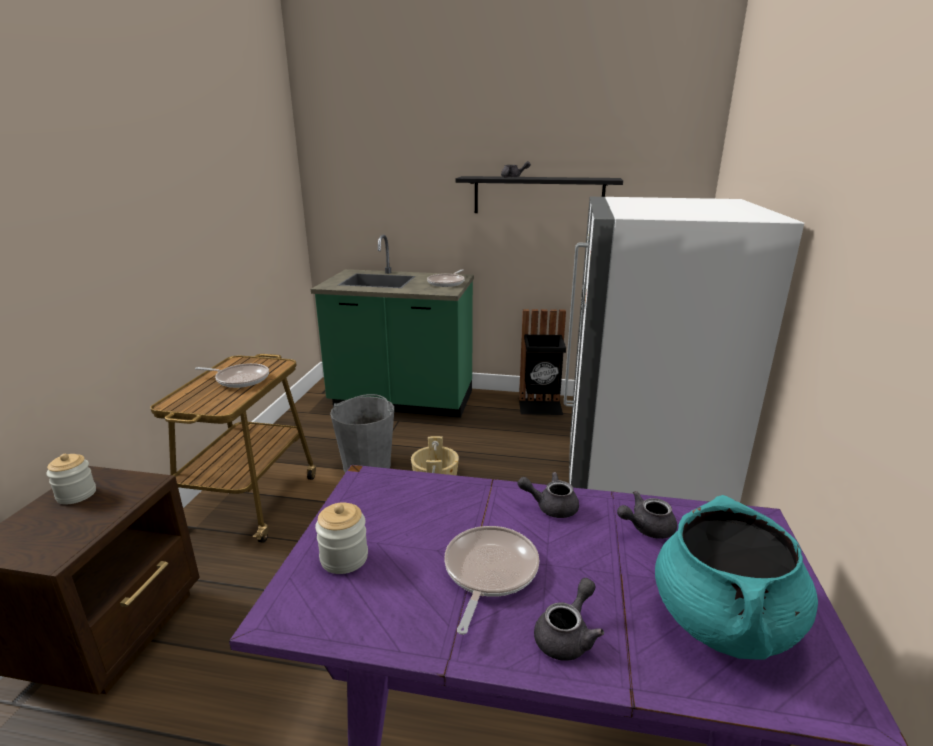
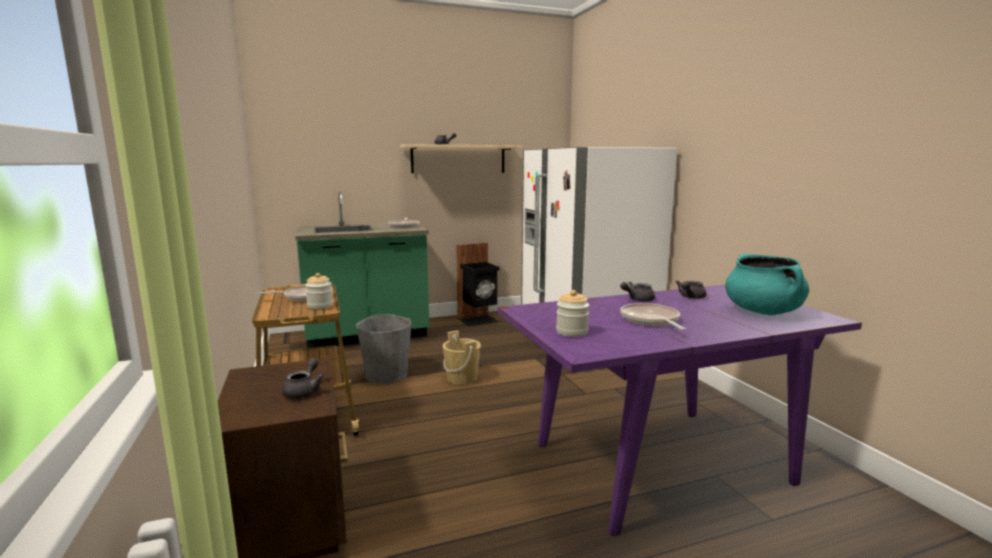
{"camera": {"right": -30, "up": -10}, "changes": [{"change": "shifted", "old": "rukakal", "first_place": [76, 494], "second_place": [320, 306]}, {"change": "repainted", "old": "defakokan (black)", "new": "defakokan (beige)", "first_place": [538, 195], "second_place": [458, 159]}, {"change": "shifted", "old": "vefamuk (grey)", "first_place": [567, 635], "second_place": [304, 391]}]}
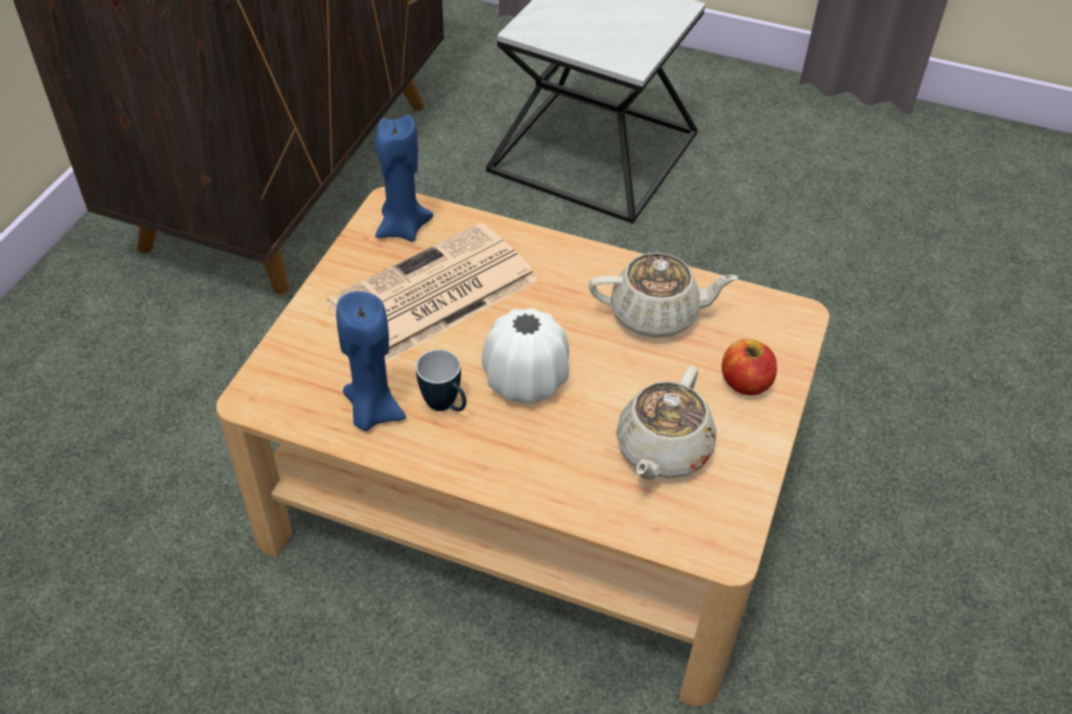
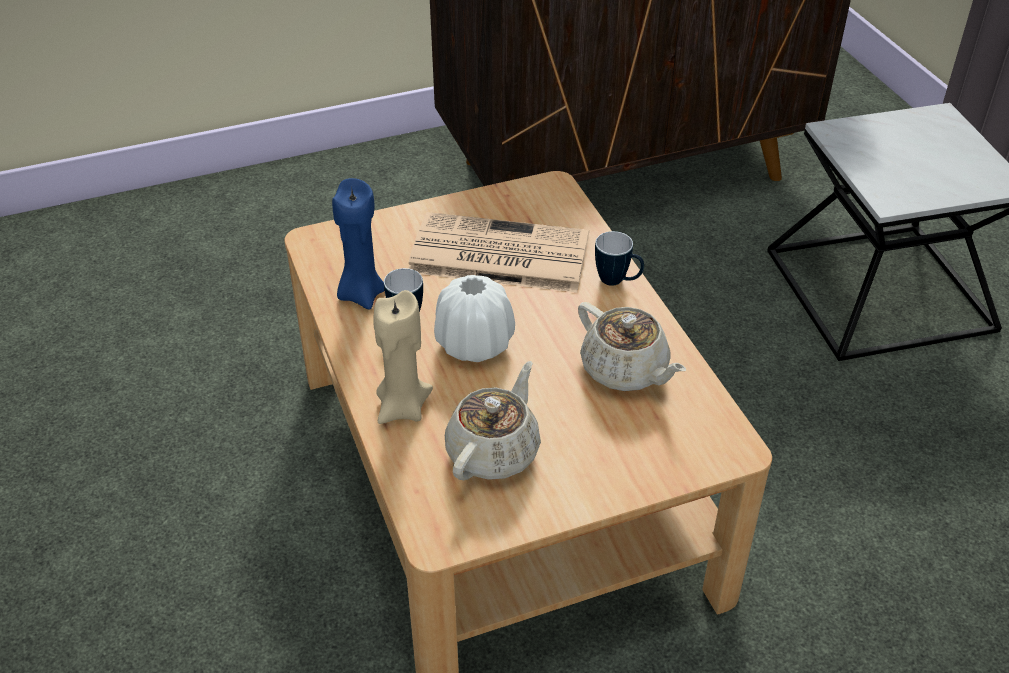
{"camera": {"right": 50, "up": -5}, "changes": [{"change": "gone", "old": "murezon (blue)", "first_place": [402, 228]}, {"change": "rotated", "old": "vefamuk (beige)", "first_place": [662, 450], "second_place": [494, 451], "degrees": 135}, {"change": "gone", "old": "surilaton", "first_place": [745, 383]}, {"change": "new", "new": "murezon (beige)", "second_place": [402, 407]}, {"change": "new", "new": "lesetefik", "second_place": [618, 281]}]}
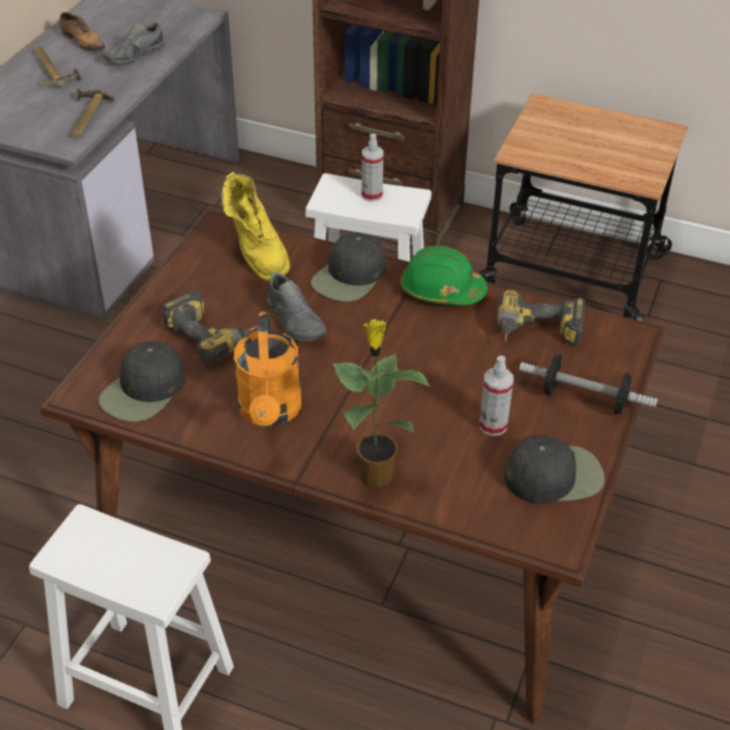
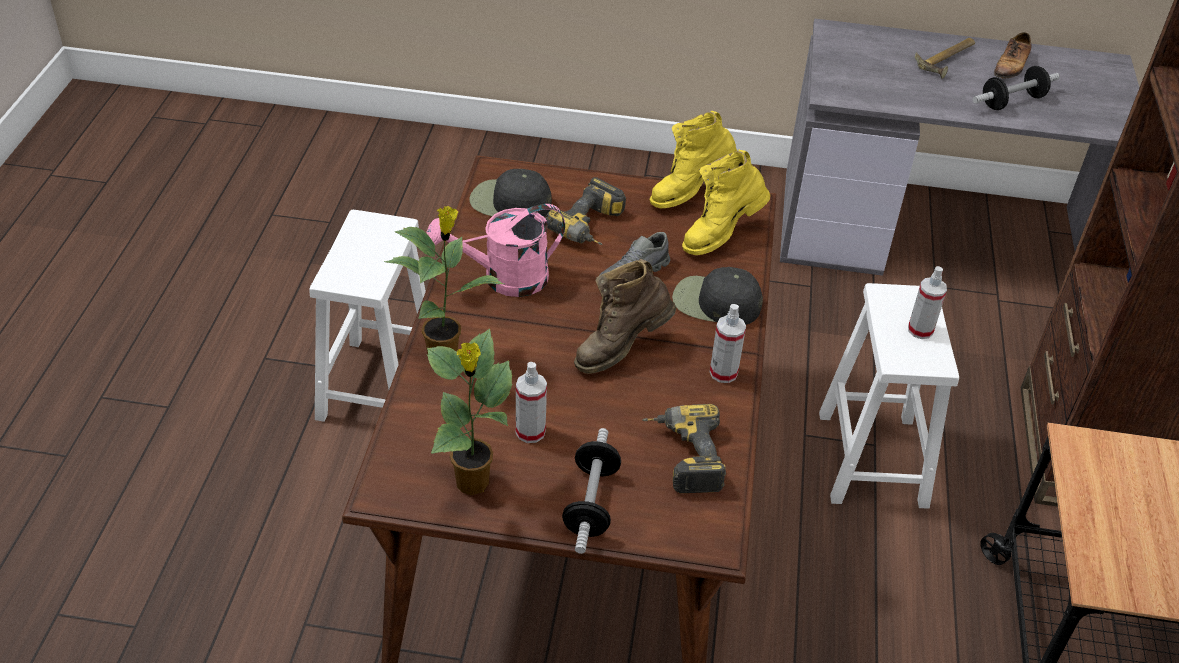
{"camera": {"right": 75, "up": 0}, "changes": [{"change": "gone", "old": "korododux", "first_place": [85, 117]}, {"change": "swapped", "old": "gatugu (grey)", "new": "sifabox", "first_place": [134, 55], "second_place": [1012, 101]}, {"change": "repainted", "old": "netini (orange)", "new": "netini (pink)", "first_place": [270, 413], "second_place": [504, 279]}, {"change": "swapped", "old": "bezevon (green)", "new": "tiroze", "first_place": [441, 290], "second_place": [723, 373]}, {"change": "swapped", "old": "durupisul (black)", "new": "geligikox", "first_place": [554, 475], "second_place": [472, 484]}, {"change": "new", "new": "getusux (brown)", "second_place": [621, 349]}, {"change": "new", "new": "getusux (yellow)", "second_place": [690, 193]}]}
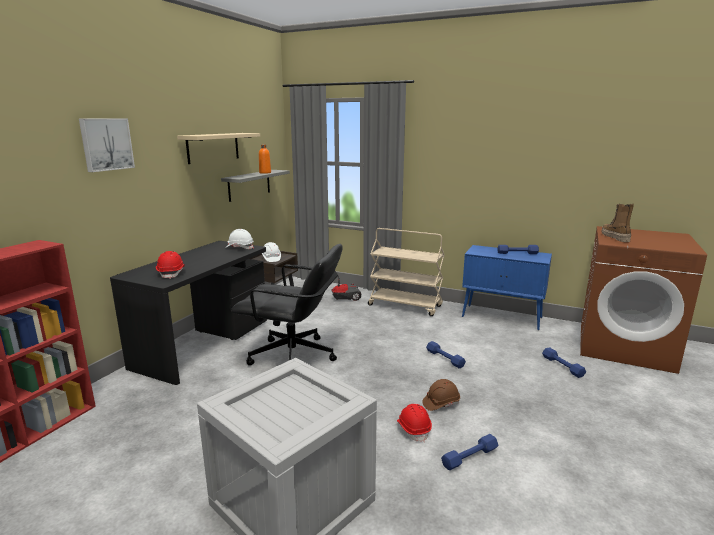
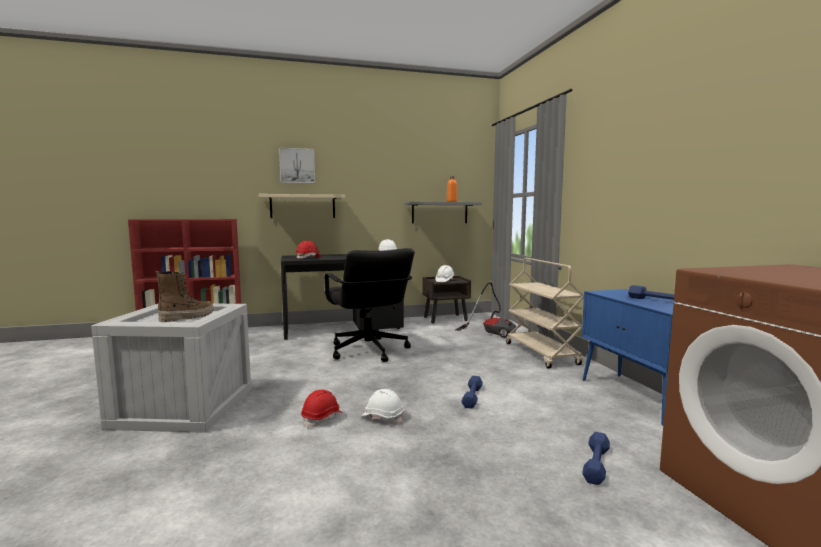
{"camera": {"right": 50, "up": -10}, "changes": [{"change": "shifted", "old": "defakokan (beige)", "first_place": [213, 147], "second_place": [302, 206]}, {"change": "repainted", "old": "bezevon (brown)", "new": "bezevon (white)", "first_place": [441, 403], "second_place": [382, 417]}, {"change": "gone", "old": "sifabox (blue)", "first_place": [469, 457]}, {"change": "shifted", "old": "getusux", "first_place": [615, 237], "second_place": [187, 317]}]}
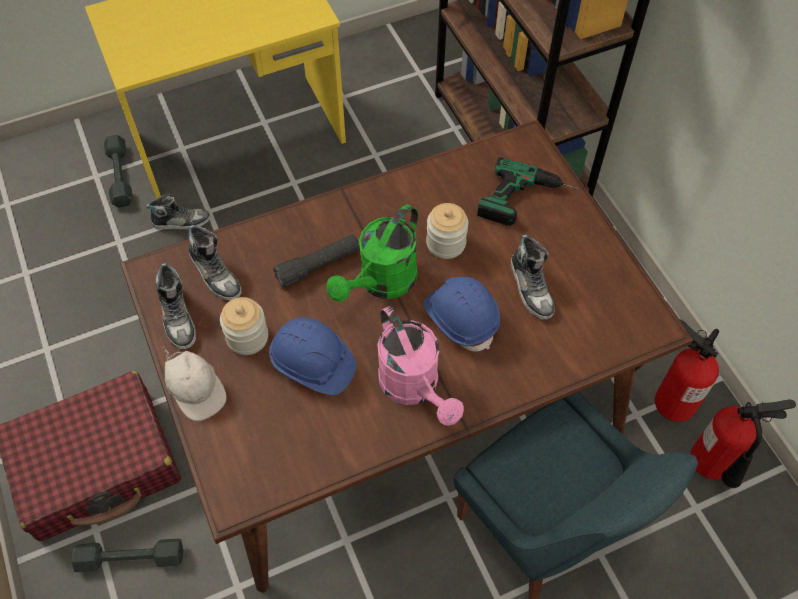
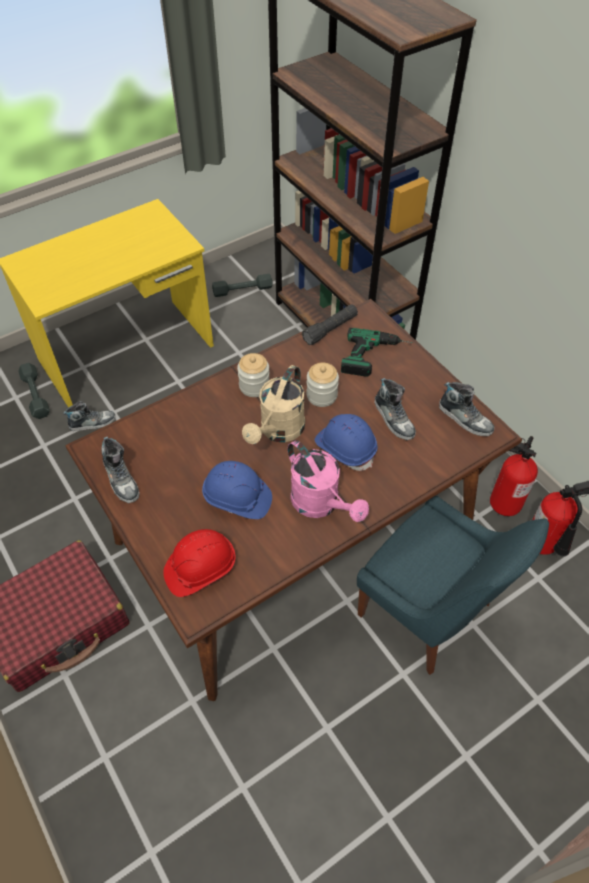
{"camera": {"right": -10, "up": -5}, "changes": [{"change": "shifted", "old": "sifabox (grey)", "first_place": [131, 558], "second_place": [242, 290]}, {"change": "gone", "old": "durupisul (white)", "first_place": [196, 390]}, {"change": "shifted", "old": "gatugu", "first_place": [215, 274], "second_place": [465, 419]}, {"change": "shifted", "old": "rukakal", "first_place": [247, 337], "second_place": [254, 386]}, {"change": "shifted", "old": "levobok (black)", "first_place": [318, 266], "second_place": [330, 330]}, {"change": "repainted", "old": "netini (green)", "new": "netini (beige)", "first_place": [382, 283], "second_place": [279, 431]}, {"change": "new", "new": "bezevon (red)", "second_place": [200, 568]}]}
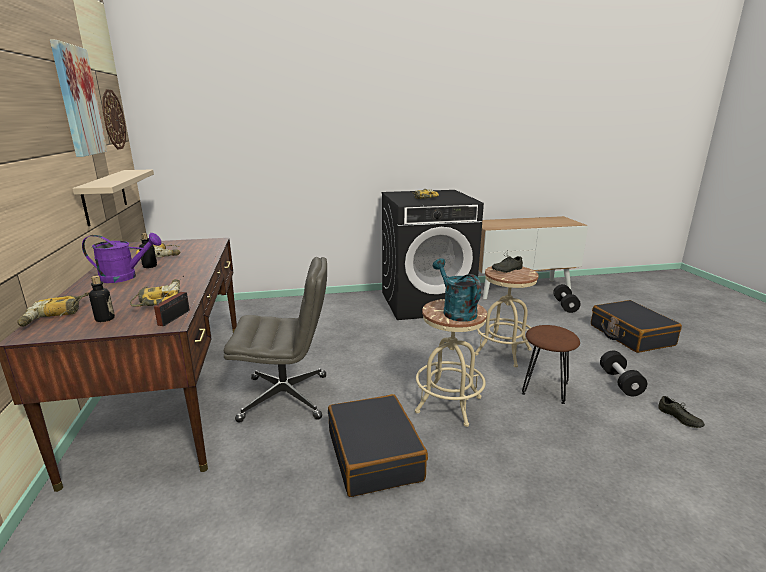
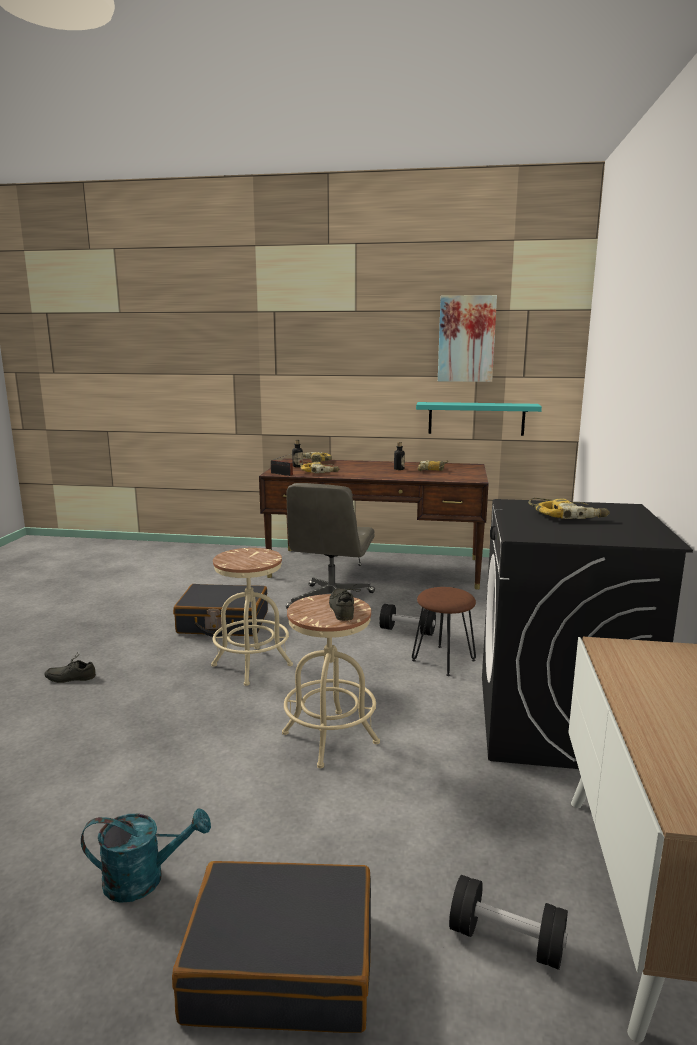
{"camera": {"right": 110, "up": -5}, "changes": [{"change": "repainted", "old": "defakokan (beige)", "new": "defakokan (turquoise)", "first_place": [105, 196], "second_place": [476, 418]}, {"change": "gone", "old": "netini (purple)", "first_place": [125, 277]}, {"change": "gone", "old": "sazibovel", "first_place": [113, 120]}, {"change": "shifted", "old": "netini (turquoise)", "first_place": [455, 311], "second_place": [145, 879]}, {"change": "shifted", "old": "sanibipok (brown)", "first_place": [545, 388], "second_place": [444, 660]}, {"change": "shifted", "old": "sifabox (black)", "first_place": [620, 382], "second_place": [407, 631]}, {"change": "shifted", "old": "gatugu (grey)", "first_place": [678, 418], "second_place": [71, 677]}]}
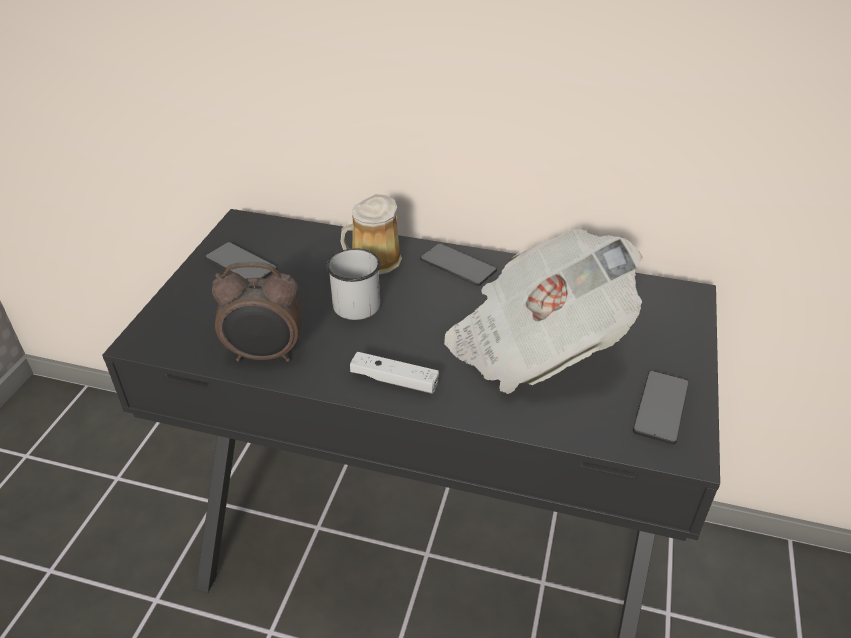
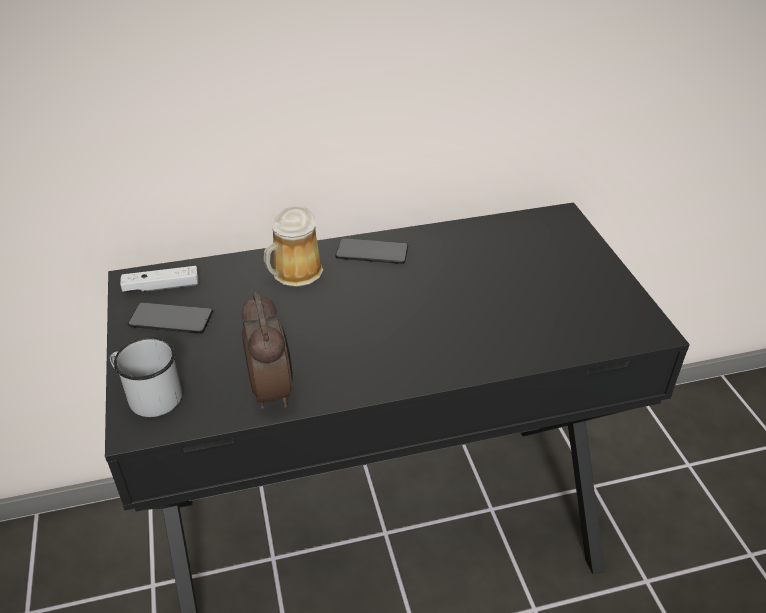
{"camera": {"right": -30, "up": 0}, "changes": [{"change": "rotated", "old": "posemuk", "first_place": [265, 355], "second_place": [272, 390], "degrees": -75}, {"change": "shifted", "old": "lesetefik (white)", "first_place": [352, 301], "second_place": [148, 395]}, {"change": "shifted", "old": "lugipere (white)", "first_place": [394, 380], "second_place": [161, 287]}, {"change": "gone", "old": "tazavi", "first_place": [535, 344]}, {"change": "gone", "old": "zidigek", "first_place": [661, 408]}]}
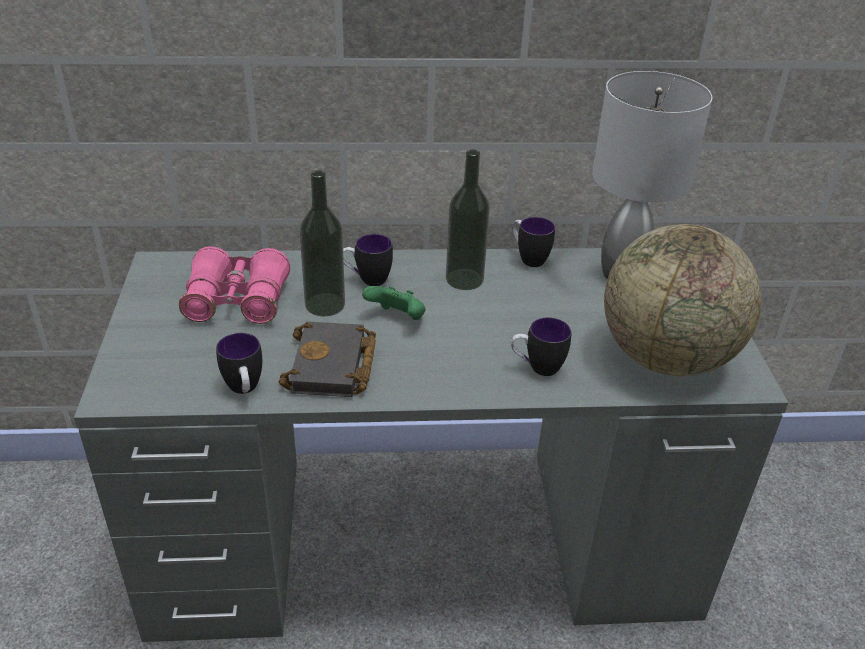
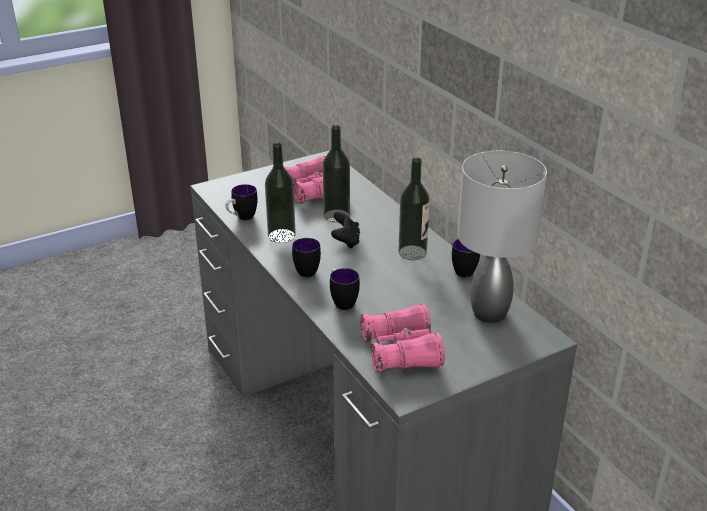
{"camera": {"right": 65, "up": -5}, "changes": [{"change": "swapped", "old": "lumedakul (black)", "new": "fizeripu", "first_place": [333, 368], "second_place": [281, 236]}, {"change": "shifted", "old": "lesetefik", "first_place": [367, 280], "second_place": [304, 270]}, {"change": "repainted", "old": "lugipere (green)", "new": "lugipere (black)", "first_place": [397, 318], "second_place": [346, 242]}, {"change": "swapped", "old": "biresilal", "new": "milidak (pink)", "first_place": [666, 358], "second_place": [401, 351]}]}
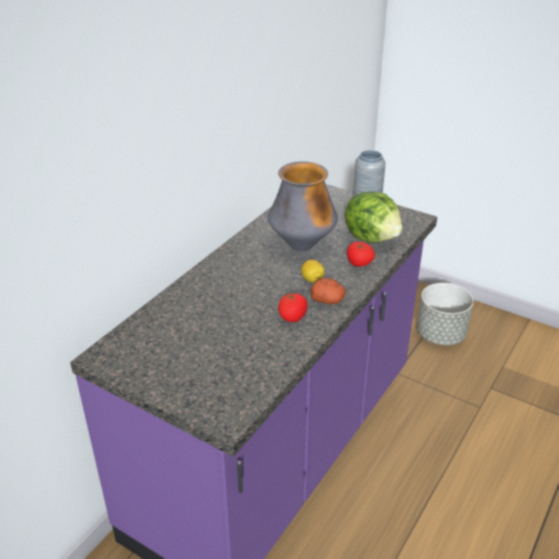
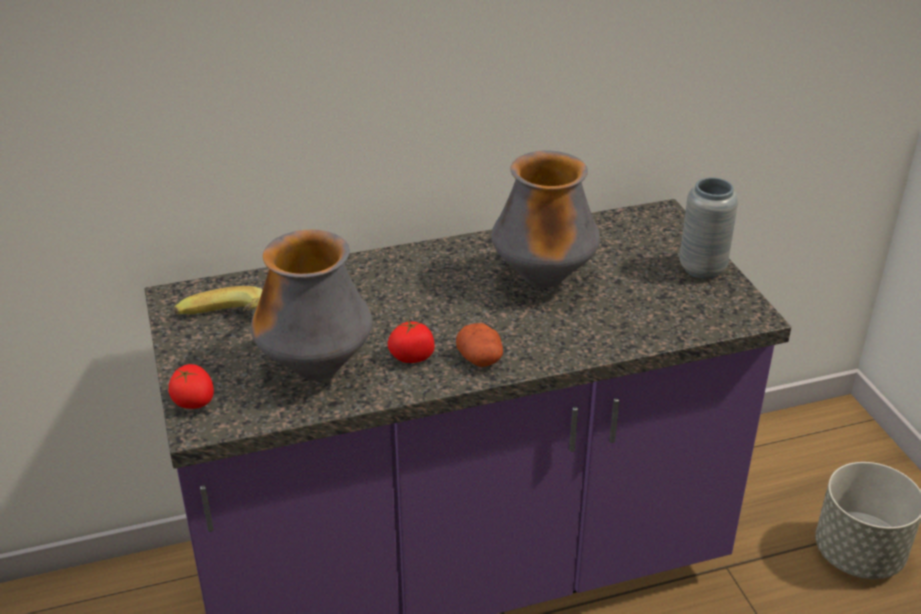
{"camera": {"right": 40, "up": 0}, "changes": [{"change": "gone", "old": "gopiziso", "first_place": [312, 279]}, {"change": "gone", "old": "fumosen", "first_place": [372, 237]}, {"change": "shifted", "old": "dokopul", "first_place": [359, 263], "second_place": [193, 402]}, {"change": "new", "new": "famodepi", "second_place": [225, 326]}, {"change": "new", "new": "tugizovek", "second_place": [316, 369]}]}
